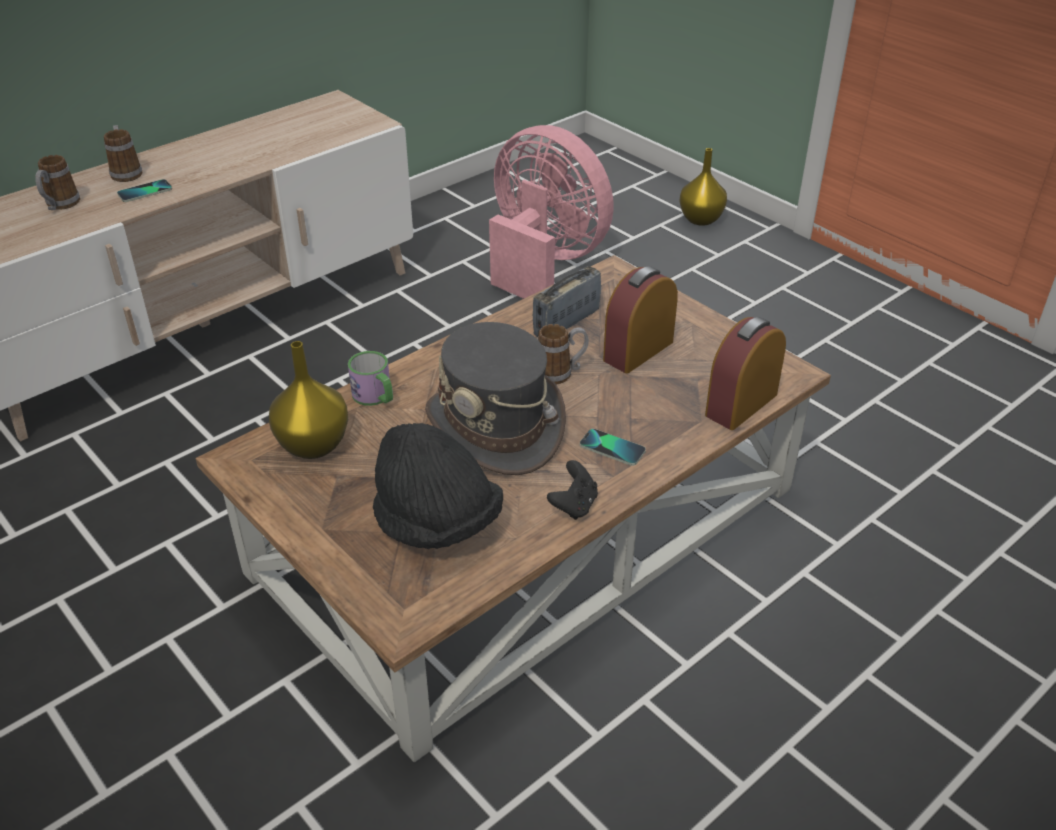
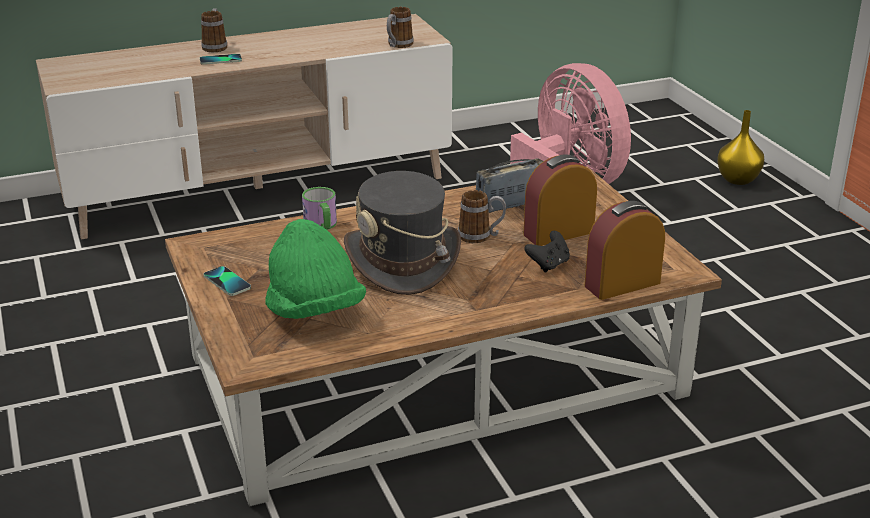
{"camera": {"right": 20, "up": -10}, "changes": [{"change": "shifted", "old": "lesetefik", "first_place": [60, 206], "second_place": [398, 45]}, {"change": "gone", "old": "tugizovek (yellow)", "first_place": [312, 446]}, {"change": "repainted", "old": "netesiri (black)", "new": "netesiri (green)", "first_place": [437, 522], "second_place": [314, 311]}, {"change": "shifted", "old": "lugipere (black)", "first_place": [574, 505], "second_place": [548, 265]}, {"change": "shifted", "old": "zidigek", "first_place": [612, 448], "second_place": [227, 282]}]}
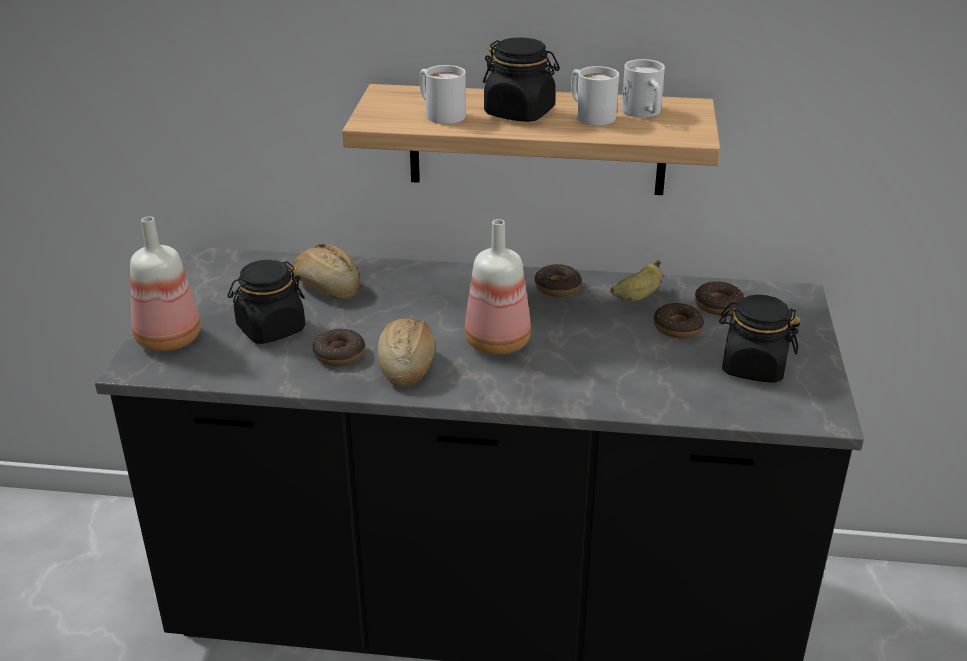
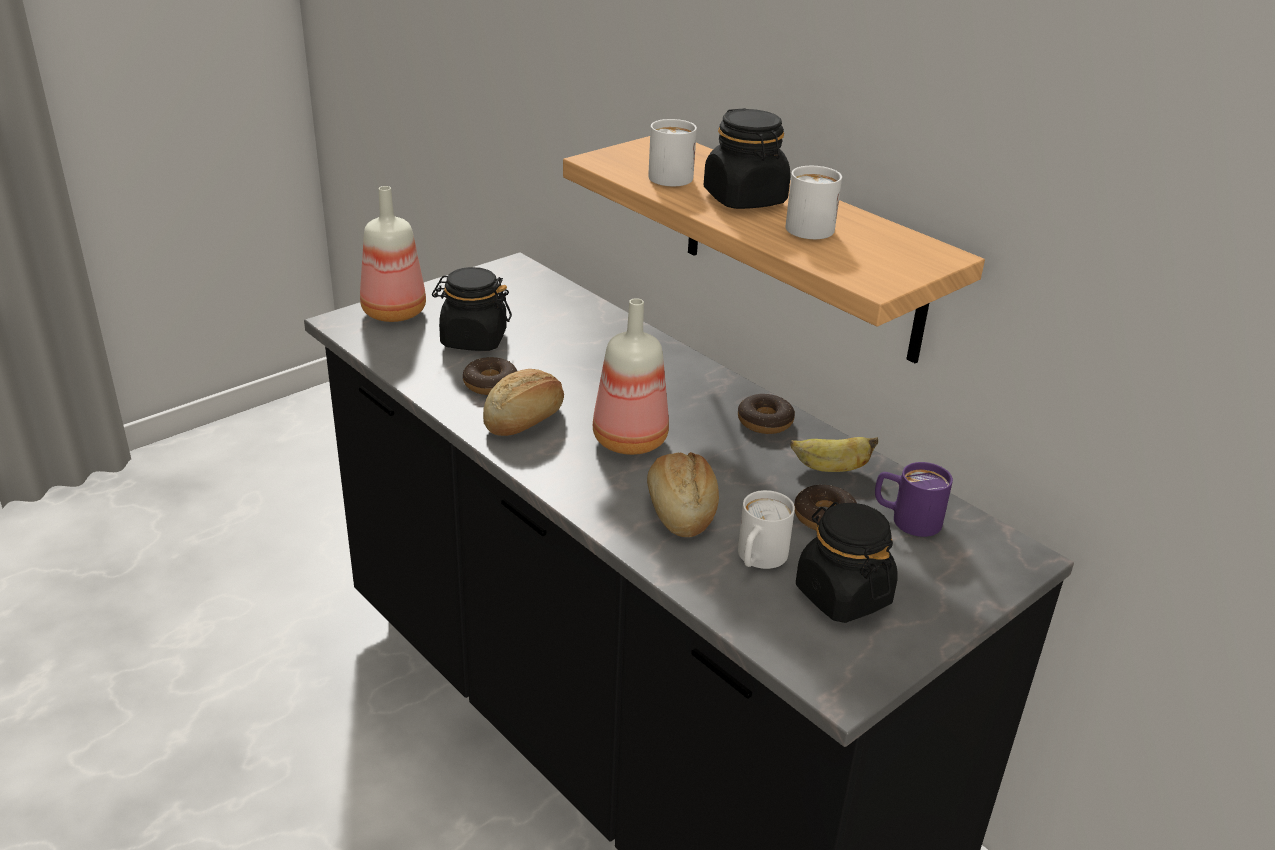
{"camera": {"right": 40, "up": 0}, "changes": [{"change": "shifted", "old": "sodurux", "first_place": [327, 287], "second_place": [681, 510]}, {"change": "shifted", "old": "lesetefik (white)", "first_place": [644, 113], "second_place": [758, 559]}, {"change": "swapped", "old": "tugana", "new": "lesetefik (purple)", "first_place": [718, 305], "second_place": [906, 519]}]}
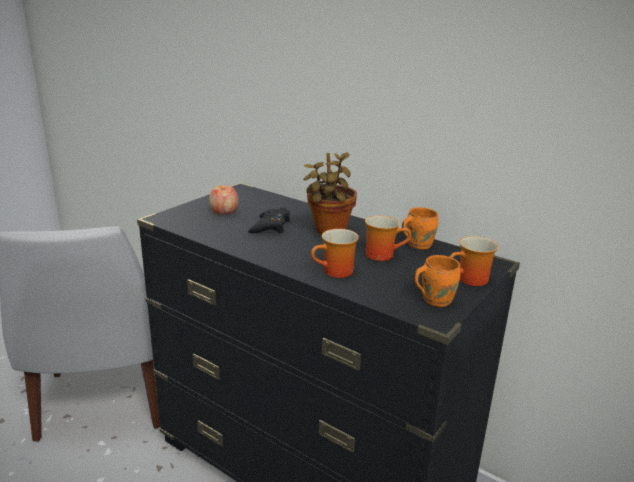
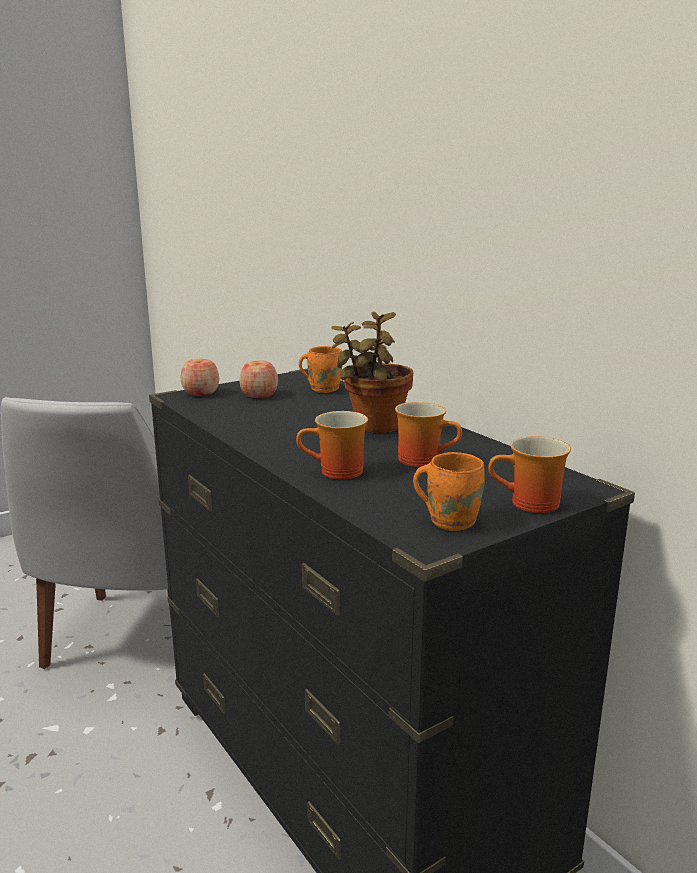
{"camera": {"right": 20, "up": -5}, "changes": [{"change": "gone", "old": "lugipere (black)", "first_place": [270, 226]}, {"change": "shifted", "old": "lesetefik (orange)", "first_place": [417, 244], "second_place": [322, 389]}, {"change": "new", "new": "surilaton", "second_place": [201, 393]}]}
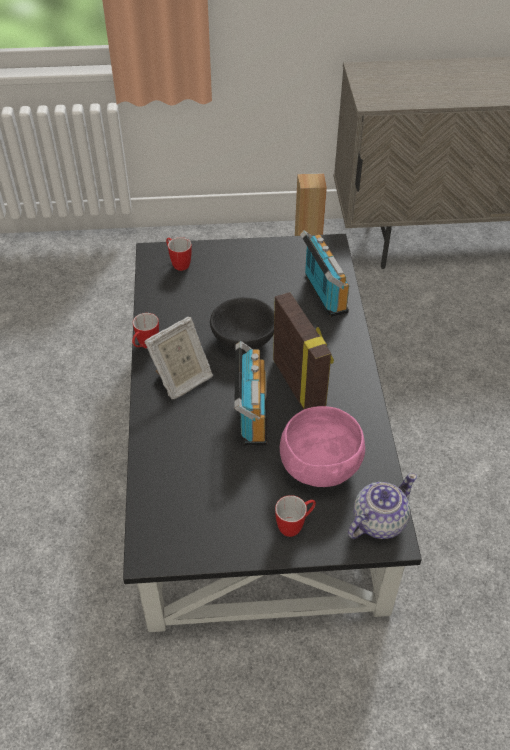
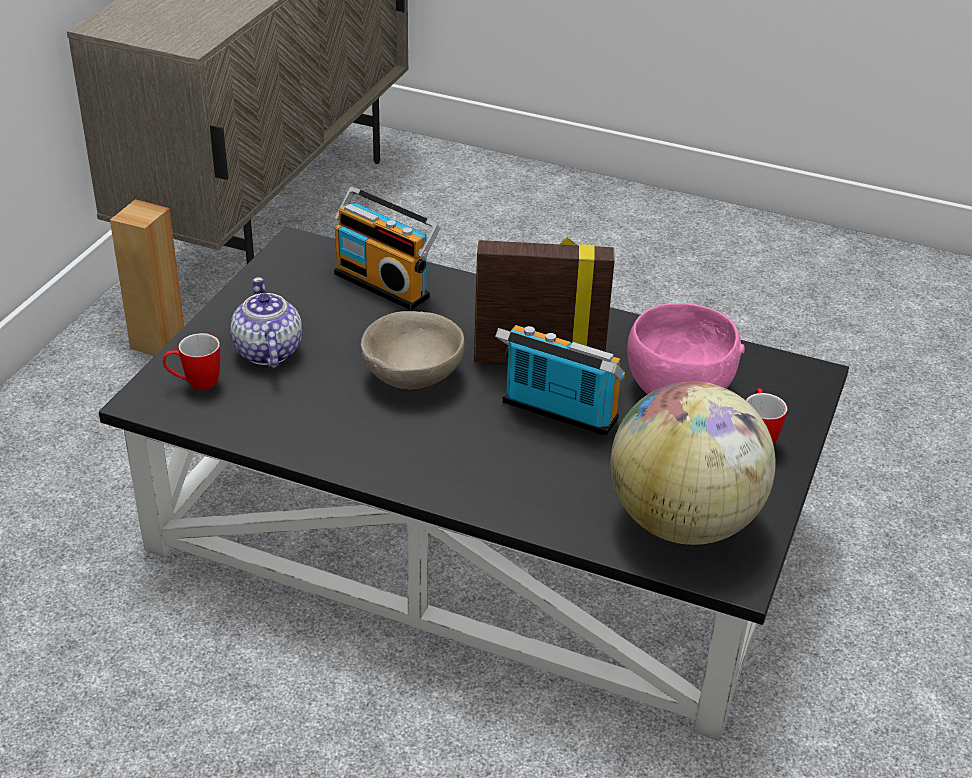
{"camera": {"right": -65, "up": -10}, "changes": [{"change": "gone", "old": "lesetefik", "first_place": [145, 346]}, {"change": "gone", "old": "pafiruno", "first_place": [181, 380]}, {"change": "repainted", "old": "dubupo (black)", "new": "dubupo (beige)", "first_place": [244, 339], "second_place": [413, 375]}, {"change": "rotated", "old": "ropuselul", "first_place": [322, 294], "second_place": [385, 284], "degrees": -150}, {"change": "shifted", "old": "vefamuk", "first_place": [378, 521], "second_place": [267, 352]}, {"change": "new", "new": "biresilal", "second_place": [683, 521]}]}
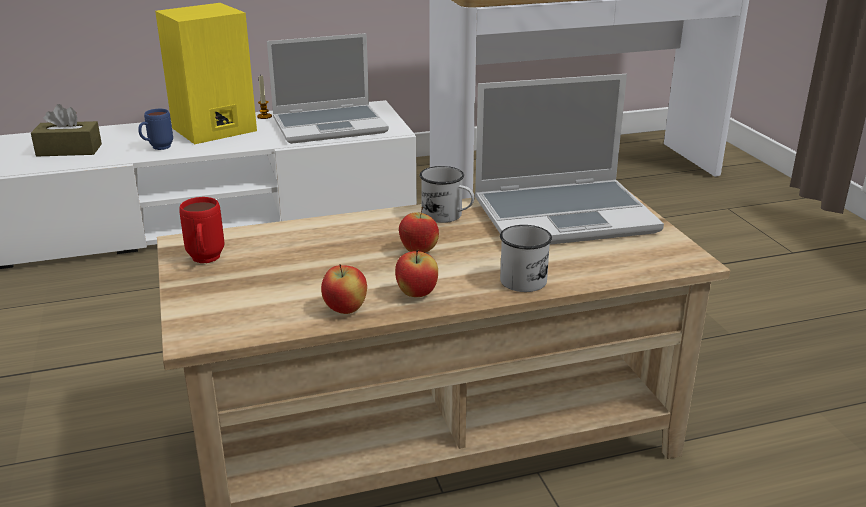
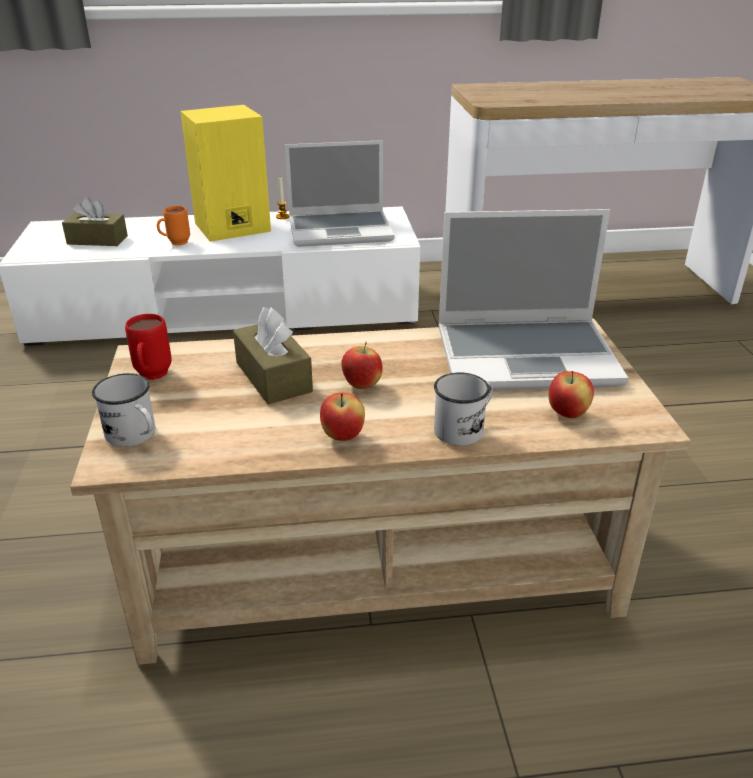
{"camera": {"right": 10, "up": 5}, "changes": [{"change": "repainted", "old": "lesetefik (blue)", "new": "lesetefik (orange)", "first_place": [157, 148], "second_place": [175, 243]}, {"change": "shifted", "old": "surilaton", "first_place": [345, 310], "second_place": [568, 414]}, {"change": "shifted", "old": "lesetefik (white)", "first_place": [447, 216], "second_place": [135, 436]}, {"change": "new", "new": "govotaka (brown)", "second_place": [273, 377]}]}
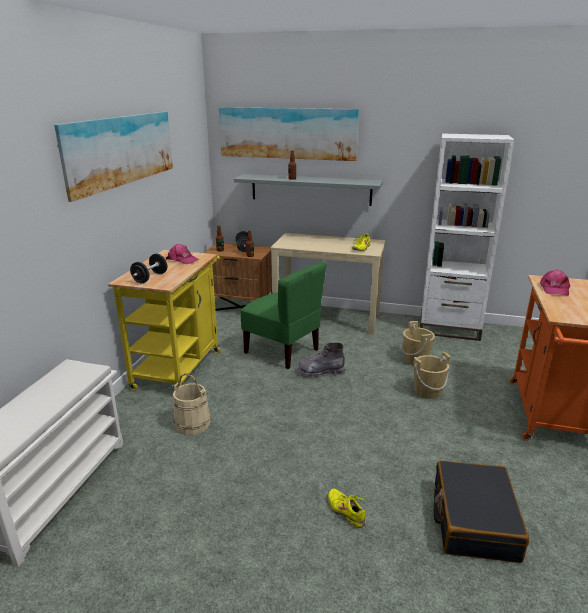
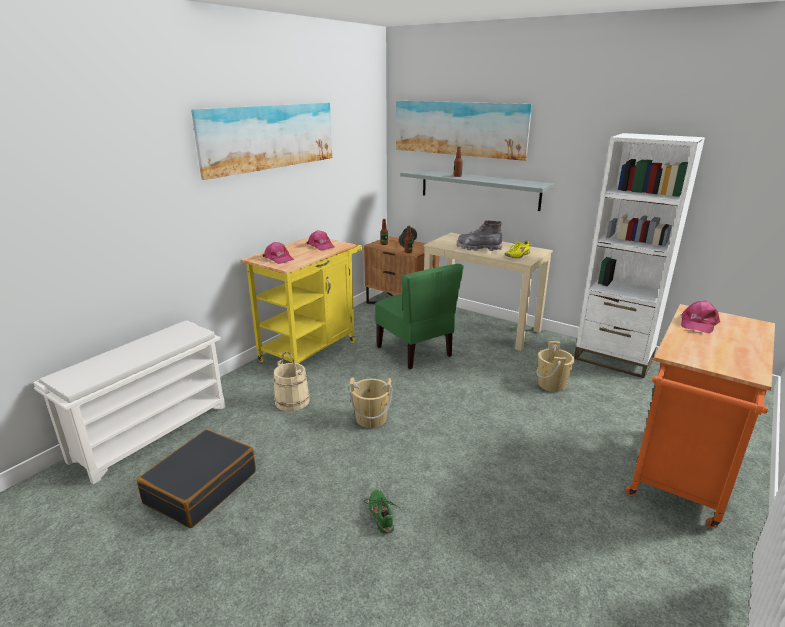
{"camera": {"right": 20, "up": 0}, "changes": [{"change": "swapped", "old": "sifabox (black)", "new": "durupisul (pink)", "first_place": [150, 278], "second_place": [278, 258]}, {"change": "shifted", "old": "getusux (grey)", "first_place": [320, 372], "second_place": [478, 248]}, {"change": "repainted", "old": "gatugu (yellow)", "new": "gatugu (green)", "first_place": [346, 511], "second_place": [381, 515]}, {"change": "shifted", "old": "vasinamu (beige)", "first_place": [427, 391], "second_place": [371, 419]}, {"change": "shifted", "old": "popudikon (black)", "first_place": [473, 520], "second_place": [201, 487]}]}
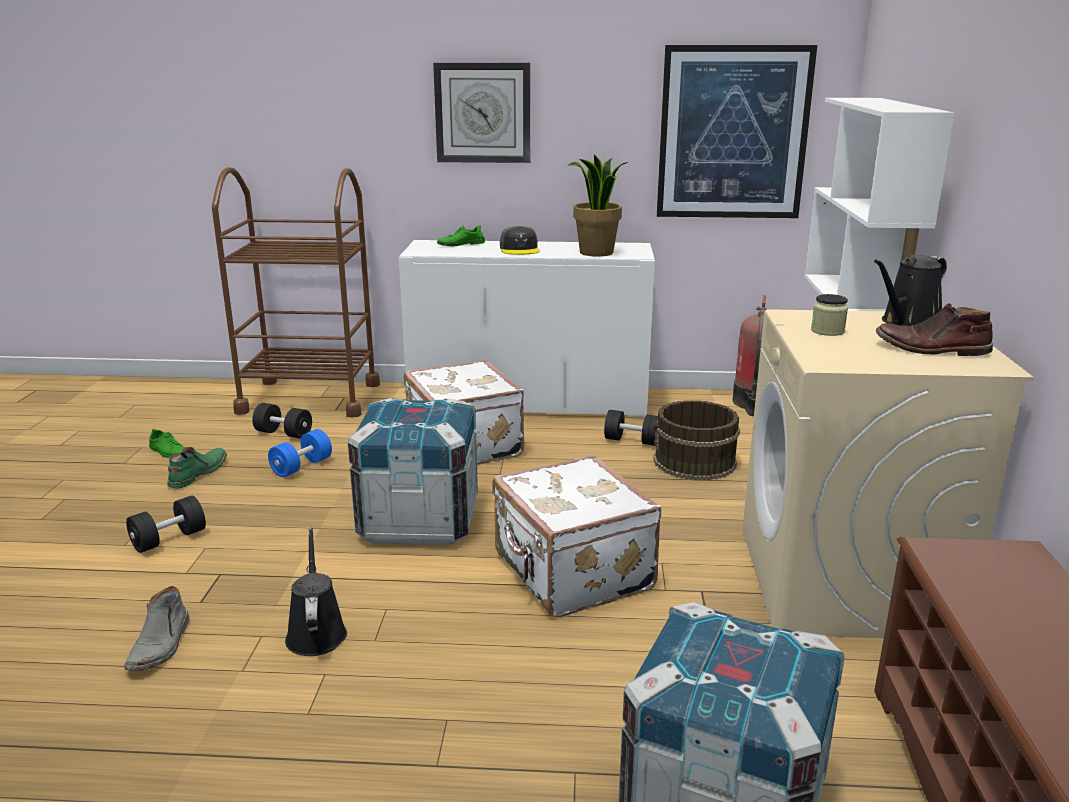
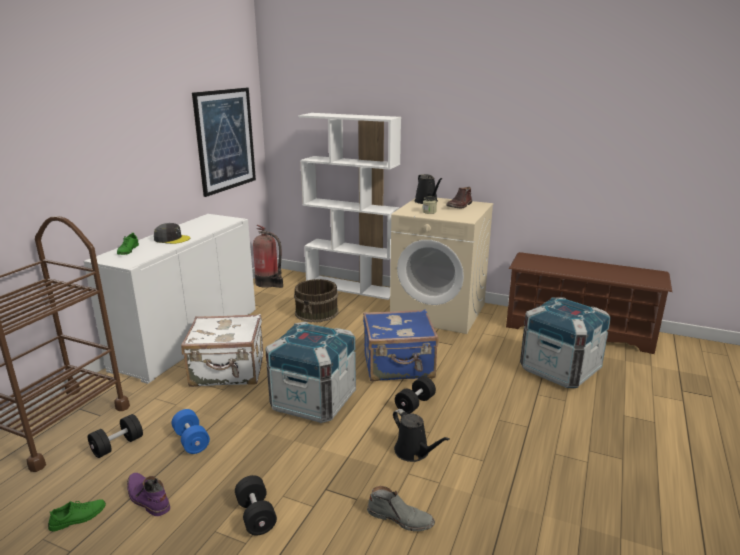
{"camera": {"right": -70, "up": 0}, "changes": [{"change": "repainted", "old": "getusux (green)", "new": "getusux (purple)", "first_place": [197, 473], "second_place": [147, 498]}, {"change": "rotated", "old": "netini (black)", "first_place": [316, 633], "second_place": [414, 452], "degrees": -135}, {"change": "gone", "old": "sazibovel", "first_place": [483, 113]}, {"change": "repainted", "old": "popudikon (white)", "new": "popudikon (blue)", "first_place": [571, 573], "second_place": [399, 366]}, {"change": "gone", "old": "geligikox", "first_place": [596, 253]}, {"change": "shifted", "old": "sifabox (black)", "first_place": [632, 441], "second_place": [415, 404]}]}
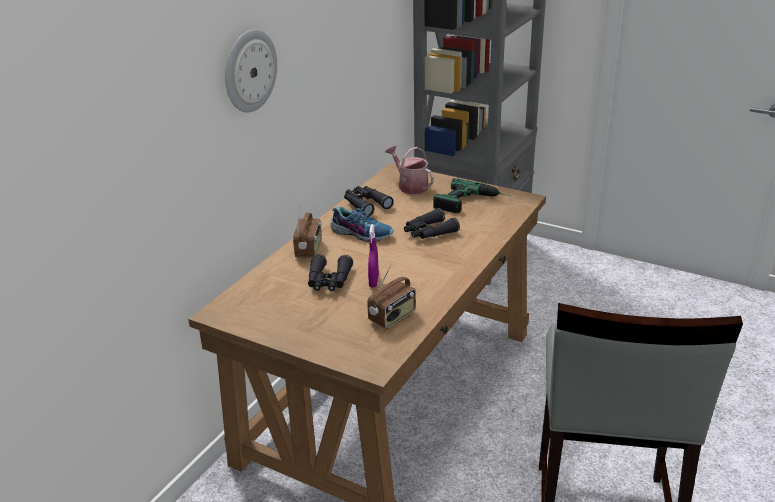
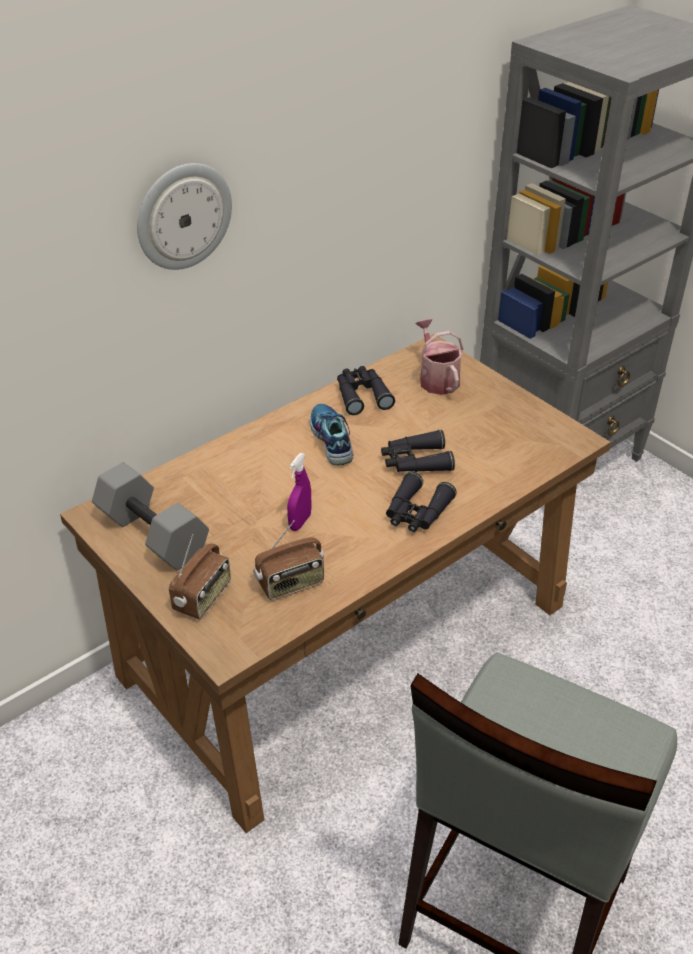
{"camera": {"right": 20, "up": 10}, "changes": [{"change": "shifted", "old": "ropuselul", "first_place": [309, 250], "second_place": [203, 598]}, {"change": "shifted", "old": "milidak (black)", "first_place": [329, 281], "second_place": [416, 513]}, {"change": "rotated", "old": "gatugu", "first_place": [362, 233], "second_place": [330, 440], "degrees": -150}, {"change": "gone", "old": "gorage", "first_place": [472, 203]}, {"change": "new", "new": "sifabox (grey)", "second_place": [155, 534]}]}
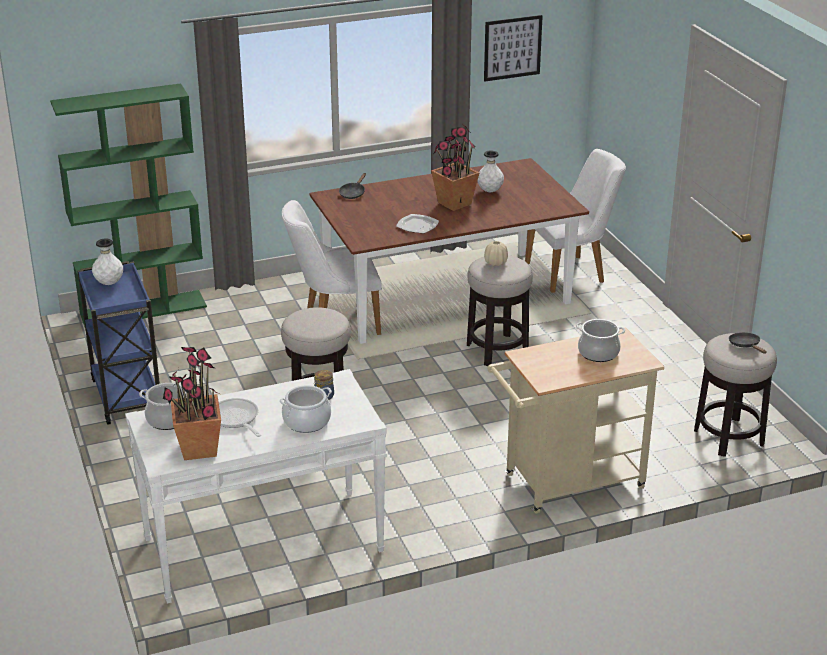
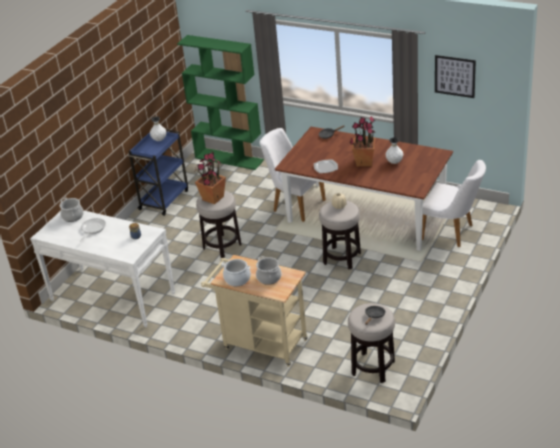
{"camera": {"right": 50, "up": 5}, "changes": [{"change": "shifted", "old": "geligikox", "first_place": [198, 449], "second_place": [212, 198]}, {"change": "shifted", "old": "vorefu", "first_place": [306, 421], "second_place": [237, 279]}]}
